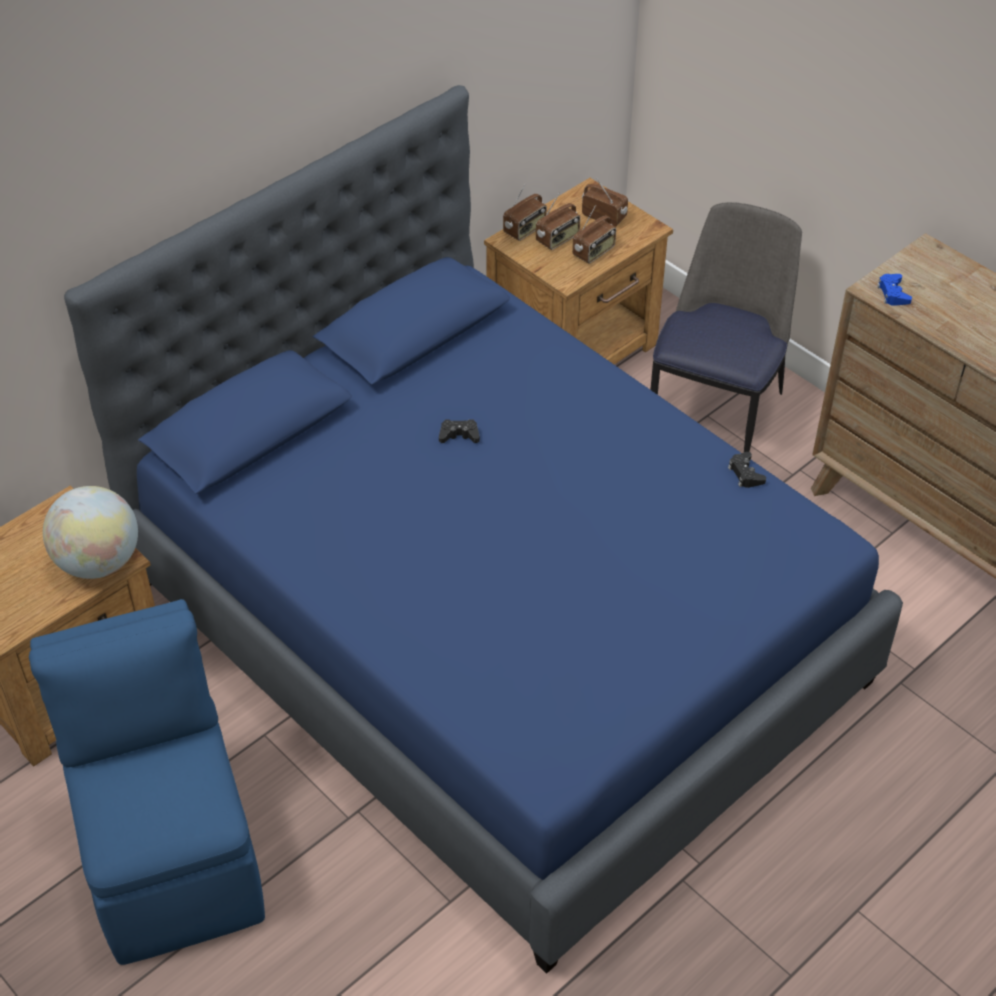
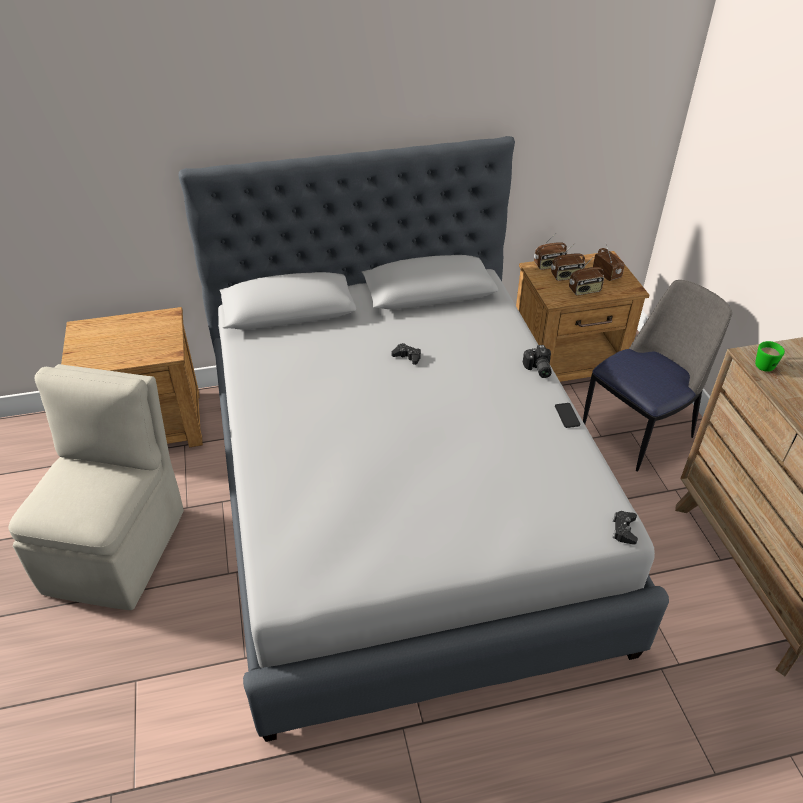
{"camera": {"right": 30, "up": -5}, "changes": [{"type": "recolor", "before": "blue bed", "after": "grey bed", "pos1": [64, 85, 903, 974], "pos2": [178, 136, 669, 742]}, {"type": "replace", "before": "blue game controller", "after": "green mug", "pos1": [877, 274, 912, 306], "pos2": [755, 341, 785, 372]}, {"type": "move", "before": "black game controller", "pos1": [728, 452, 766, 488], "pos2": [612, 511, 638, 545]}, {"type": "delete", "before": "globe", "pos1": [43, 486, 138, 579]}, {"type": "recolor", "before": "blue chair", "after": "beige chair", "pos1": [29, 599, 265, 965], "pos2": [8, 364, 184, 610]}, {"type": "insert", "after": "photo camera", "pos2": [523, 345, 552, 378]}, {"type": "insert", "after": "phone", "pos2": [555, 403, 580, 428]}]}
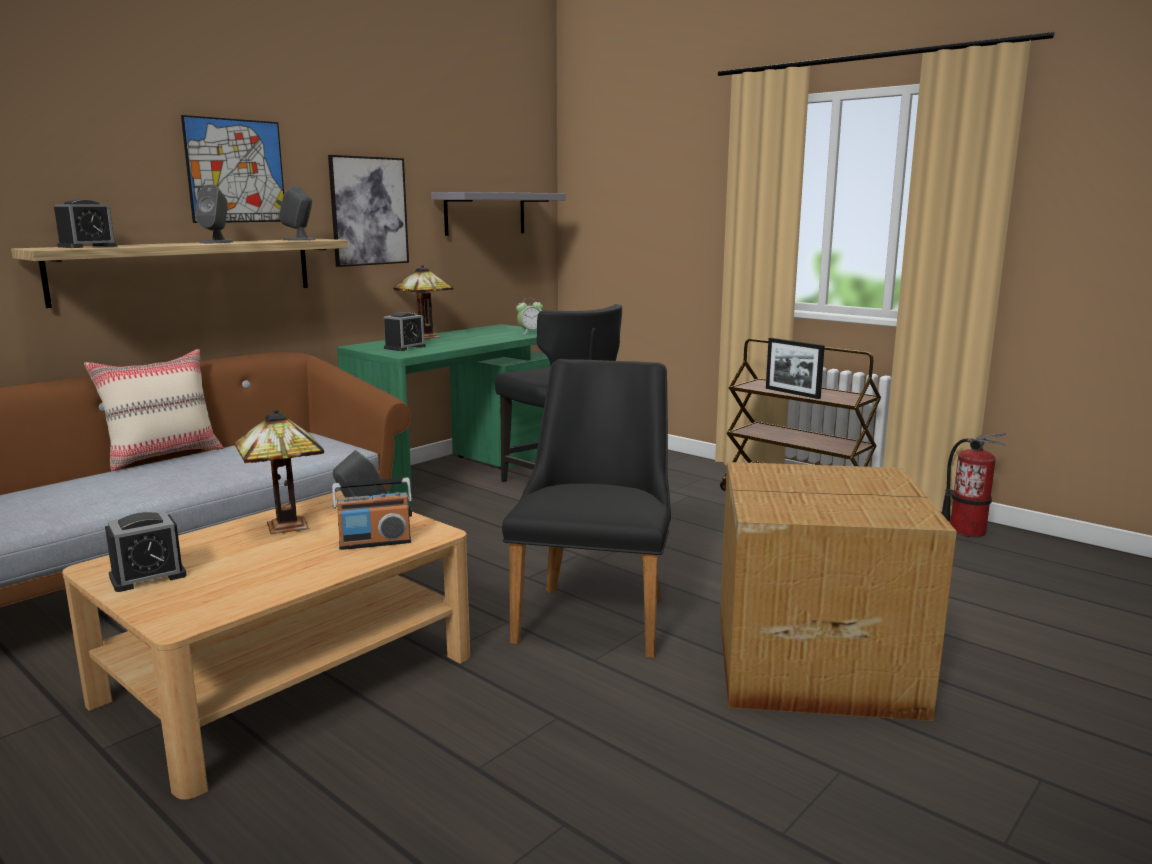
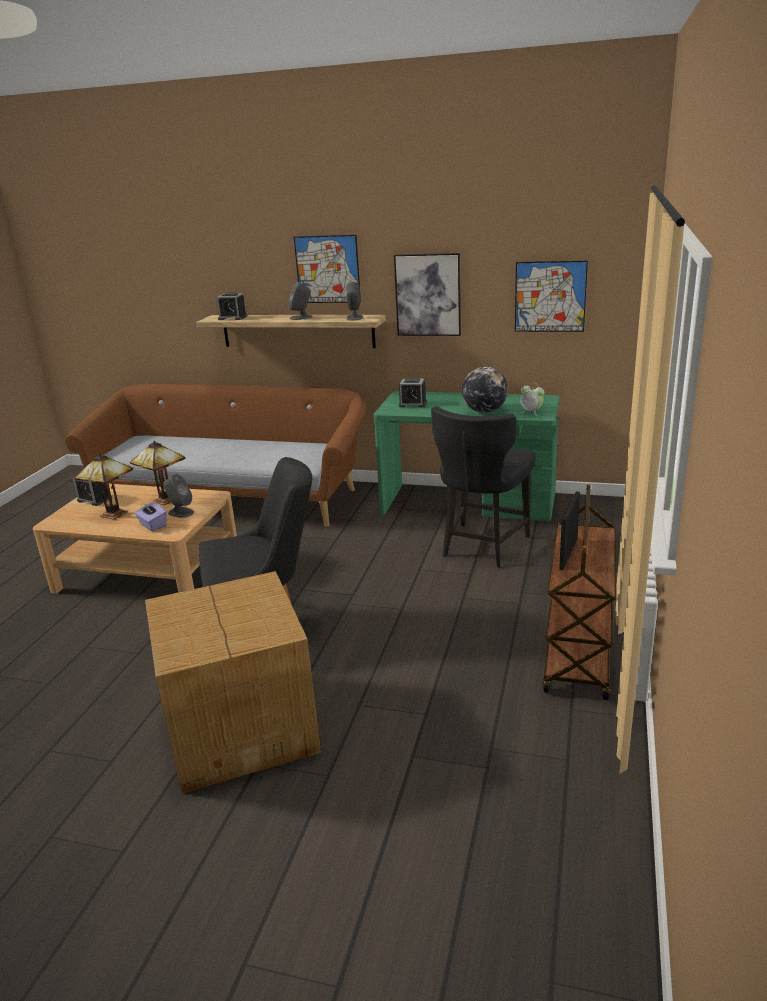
{"camera": {"right": 65, "up": 10}, "changes": [{"type": "replace", "before": "grey shelf", "after": "picture", "pos1": [431, 192, 566, 236], "pos2": [515, 261, 588, 332]}, {"type": "move", "before": "table lamp", "pos1": [393, 265, 453, 339], "pos2": [74, 454, 133, 520]}, {"type": "delete", "before": "beige pillow", "pos1": [84, 349, 223, 471]}, {"type": "delete", "before": "fire extinguisher", "pos1": [942, 433, 1006, 537]}, {"type": "replace", "before": "radio", "after": "purple tissue box", "pos1": [332, 478, 412, 550], "pos2": [135, 501, 167, 531]}, {"type": "insert", "after": "globe", "pos2": [462, 367, 508, 413]}]}
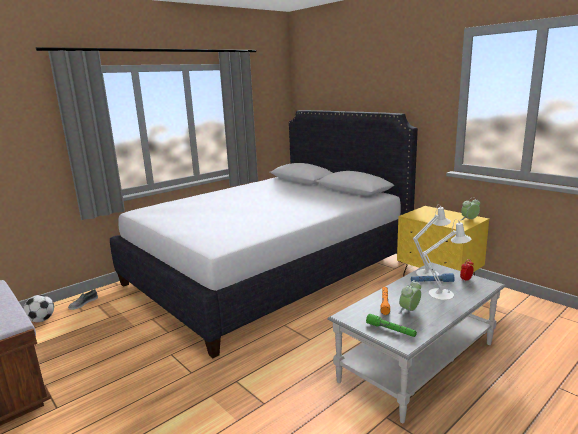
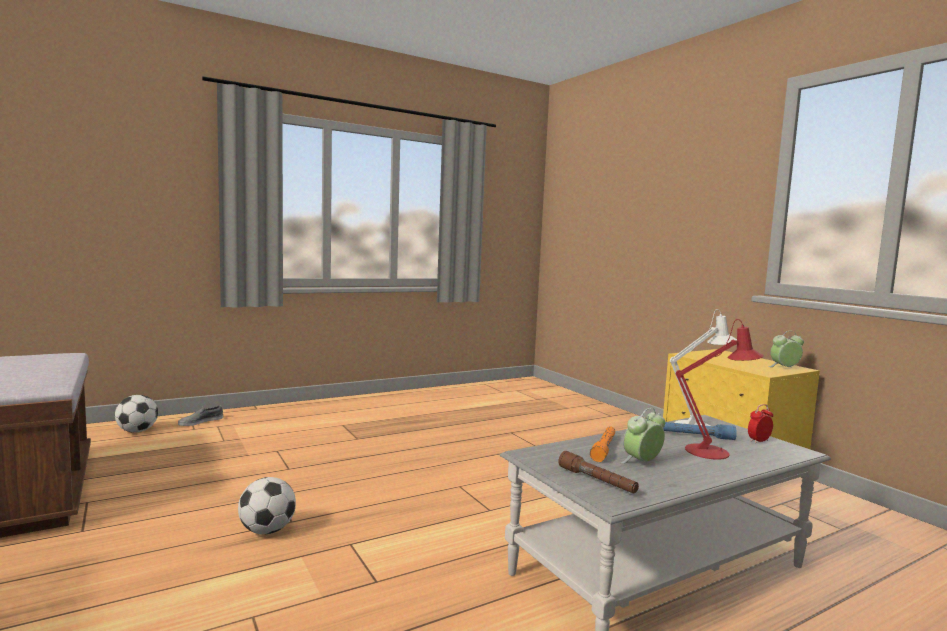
{"camera": {"right": 10, "up": -10}, "changes": [{"type": "delete", "before": "white bed", "pos1": [110, 110, 418, 358]}, {"type": "recolor", "before": "white table lamp", "after": "red table lamp", "pos1": [422, 219, 471, 300], "pos2": [676, 319, 764, 460]}, {"type": "recolor", "before": "green flashlight", "after": "brown flashlight", "pos1": [366, 314, 417, 337], "pos2": [558, 451, 639, 494]}, {"type": "insert", "after": "football", "pos2": [238, 477, 296, 535]}]}
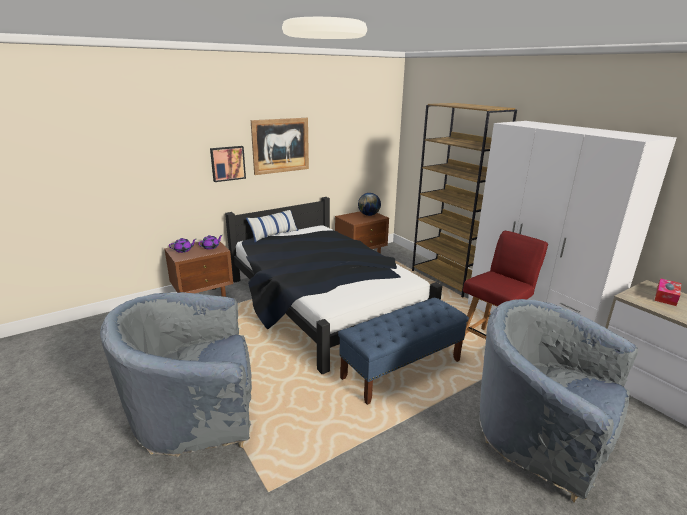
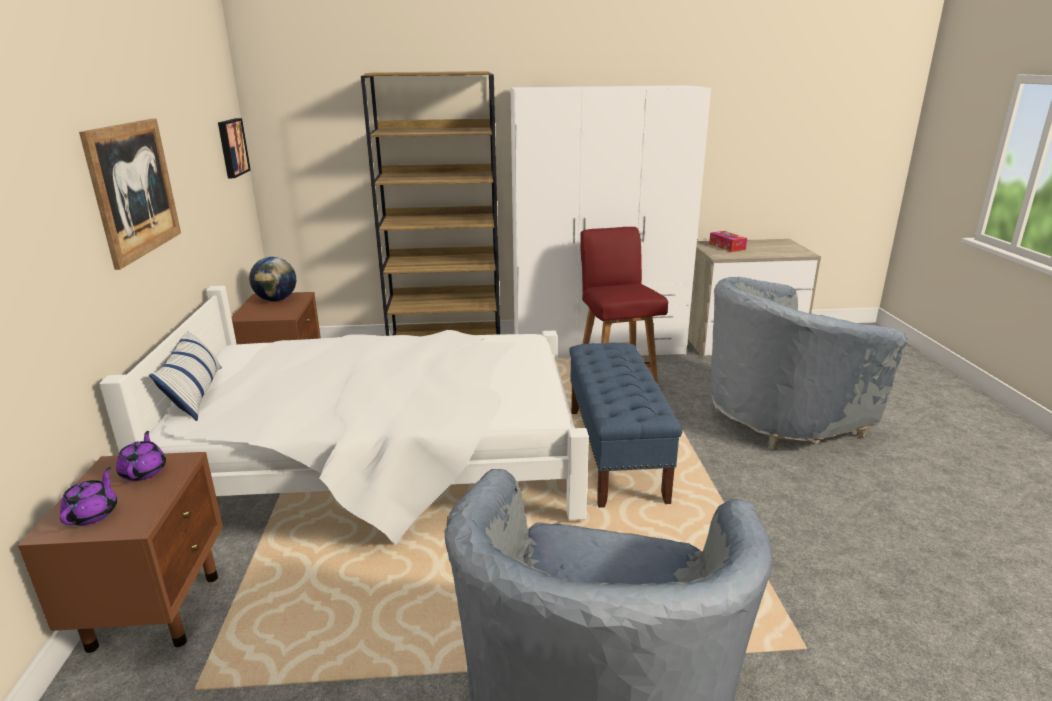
{"camera": {"right": -60, "up": 0}, "changes": [{"type": "move", "before": "picture", "pos1": [210, 146, 246, 182], "pos2": [218, 118, 251, 178]}, {"type": "recolor", "before": "black bed", "after": "white bed", "pos1": [225, 197, 442, 374], "pos2": [99, 286, 589, 545]}]}
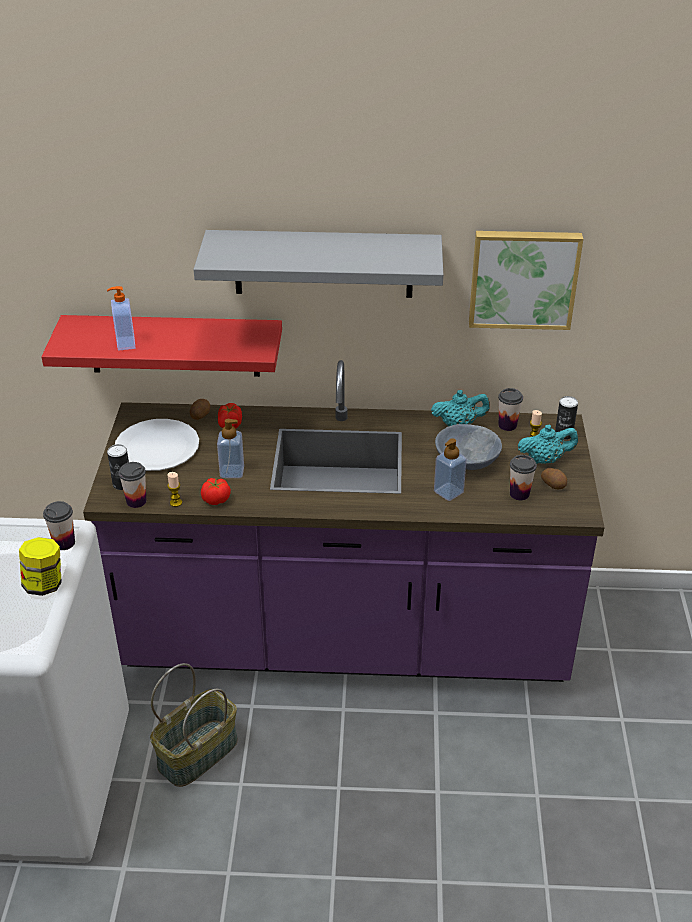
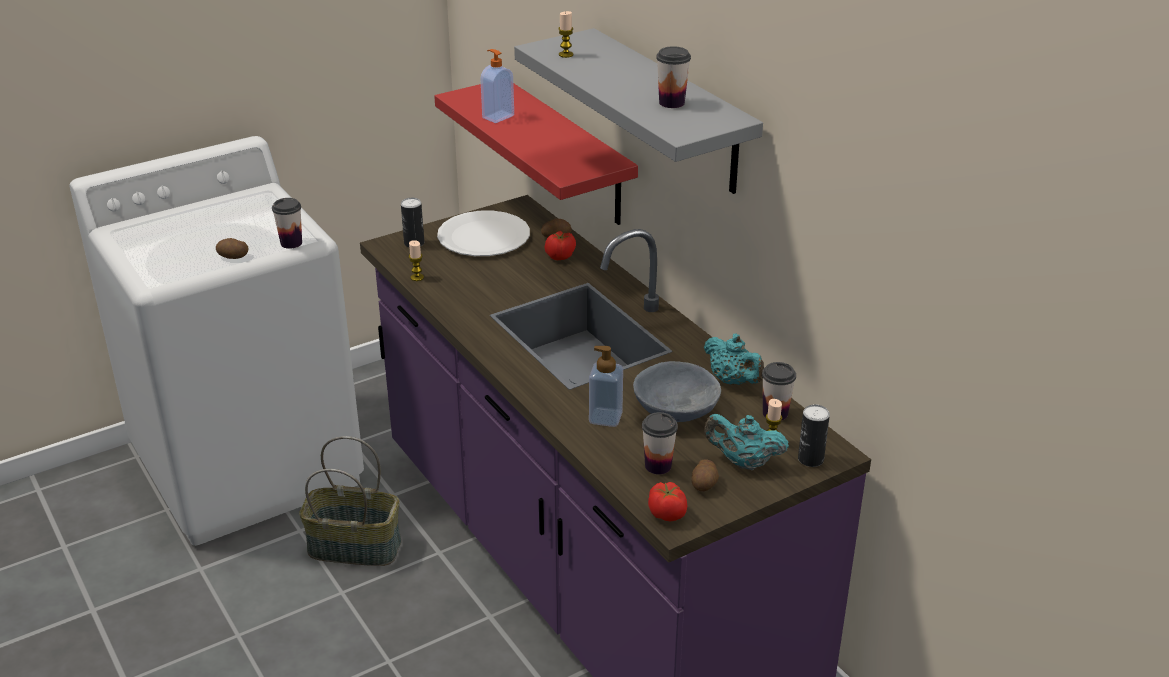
{"camera": {"right": 55, "up": -5}, "changes": [{"type": "delete", "before": "picture", "pos1": [469, 231, 583, 330]}, {"type": "delete", "before": "soap dispenser", "pos1": [217, 419, 244, 478]}, {"type": "rotate", "before": "turquoise teapot", "pos1": [518, 424, 578, 464], "pos2": [704, 414, 789, 470], "turn": 150}, {"type": "move", "before": "cup", "pos1": [118, 462, 146, 508], "pos2": [656, 46, 691, 108]}, {"type": "move", "before": "tomato", "pos1": [201, 478, 231, 505], "pos2": [648, 482, 687, 521]}, {"type": "replace", "before": "jar", "after": "potato", "pos1": [19, 537, 62, 596], "pos2": [216, 238, 249, 259]}, {"type": "insert", "after": "candle", "pos2": [558, 11, 573, 58]}]}
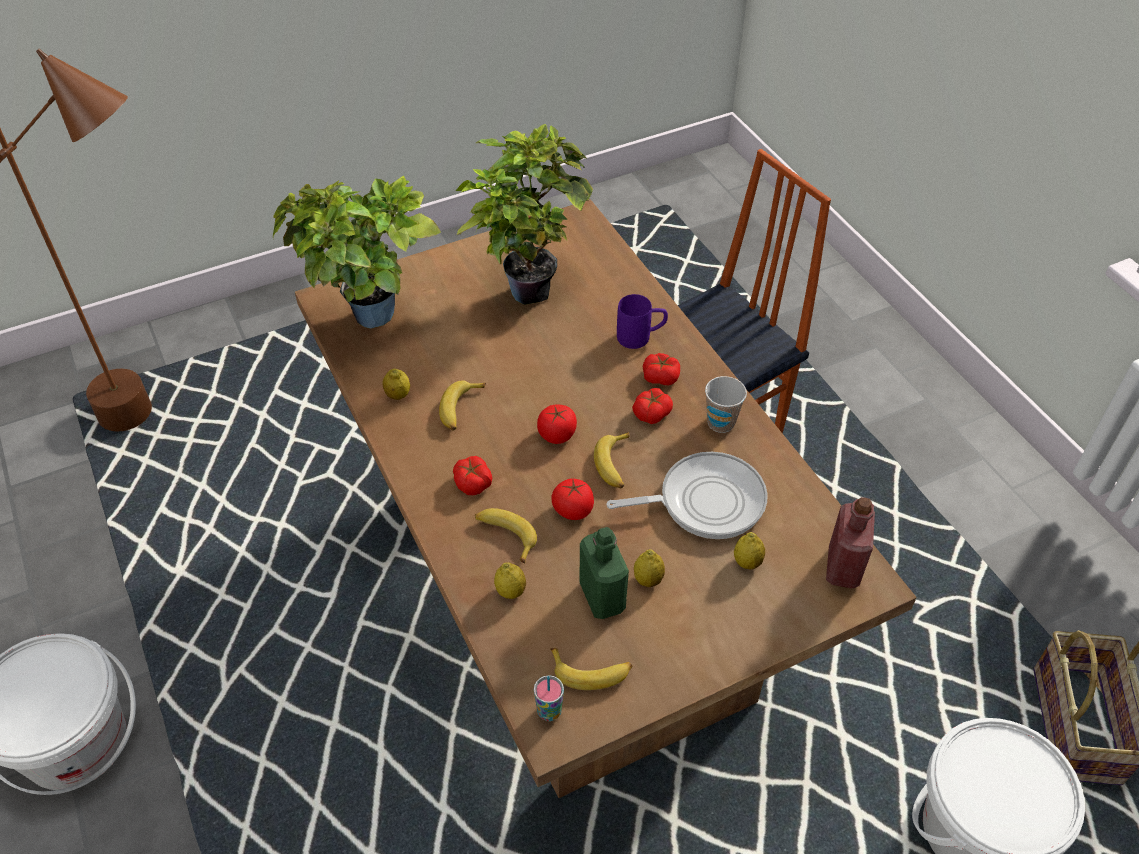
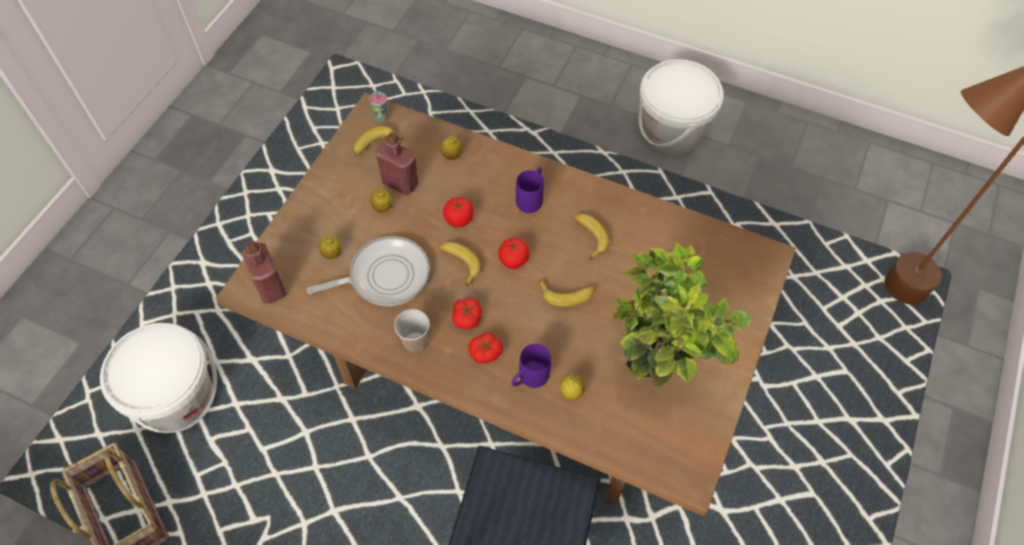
{"camera": {"right": 140, "up": 10}, "changes": [{"type": "delete", "before": "potted plant", "pos1": [273, 176, 441, 329]}, {"type": "move", "before": "lemon", "pos1": [383, 368, 410, 400], "pos2": [560, 374, 585, 400]}, {"type": "rotate", "before": "frying pan", "pos1": [607, 452, 767, 539], "pos2": [307, 236, 429, 306], "turn": -150}, {"type": "replace", "before": "tomato", "after": "purple mug", "pos1": [453, 456, 493, 495], "pos2": [516, 166, 544, 213]}, {"type": "move", "before": "banana", "pos1": [475, 508, 537, 564], "pos2": [538, 280, 595, 307]}, {"type": "recolor", "before": "green bottle", "after": "red bottle", "pos1": [579, 527, 629, 619], "pos2": [376, 132, 418, 195]}]}
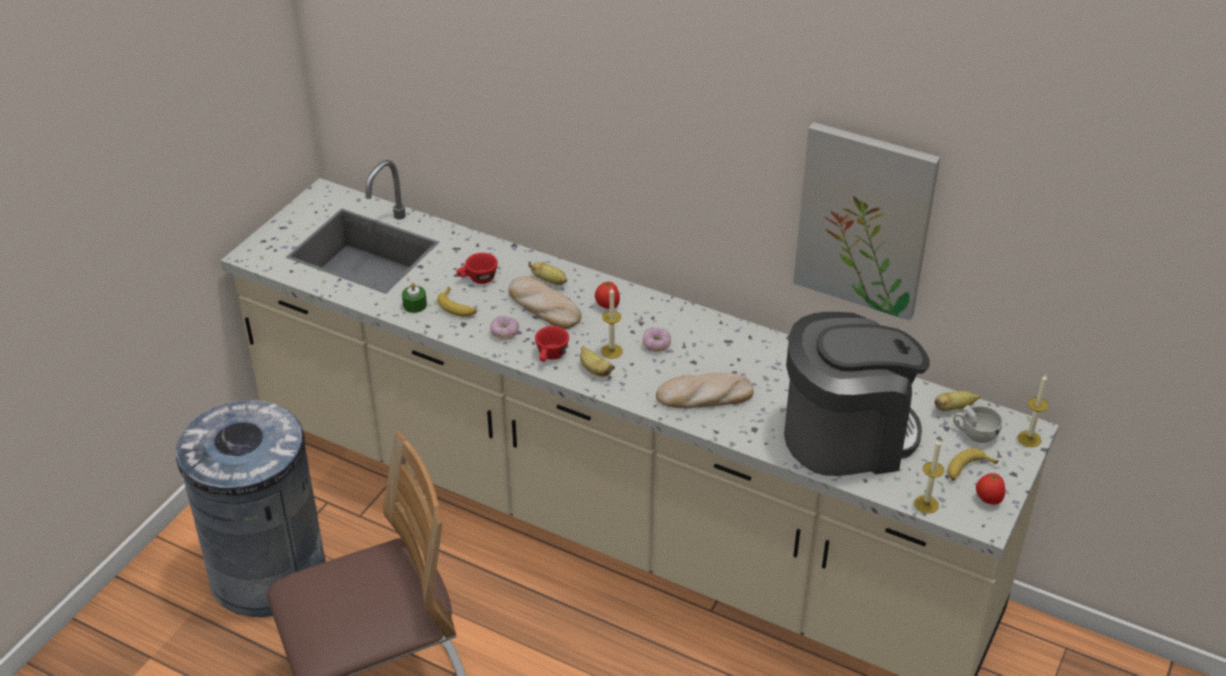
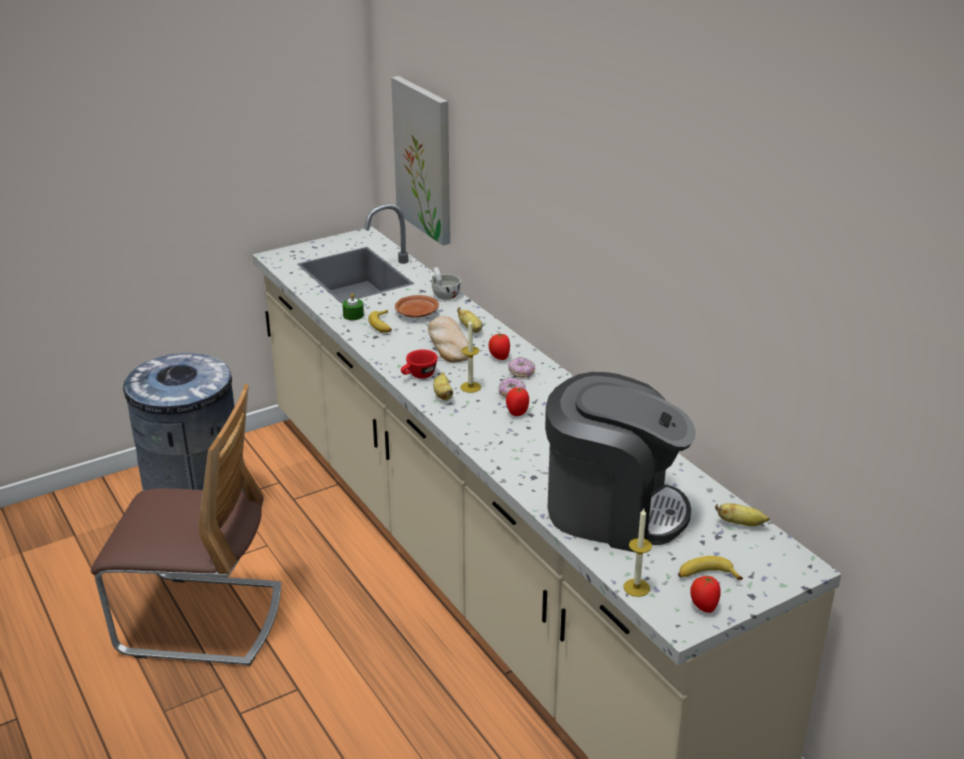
{"camera": {"right": 30, "up": -10}, "changes": [{"type": "move", "before": "picture", "pos1": [793, 122, 940, 321], "pos2": [391, 76, 450, 246]}, {"type": "replace", "before": "red cup", "after": "brown plate", "pos1": [456, 253, 498, 284], "pos2": [395, 295, 439, 318]}, {"type": "move", "before": "donut", "pos1": [490, 316, 519, 340], "pos2": [508, 357, 535, 378]}, {"type": "delete", "before": "bread", "pos1": [656, 373, 754, 408]}, {"type": "delete", "before": "candle", "pos1": [1017, 374, 1049, 447]}, {"type": "move", "before": "white cup", "pos1": [953, 405, 1003, 443], "pos2": [432, 267, 461, 300]}, {"type": "insert", "after": "tomato", "pos2": [506, 387, 529, 416]}]}
